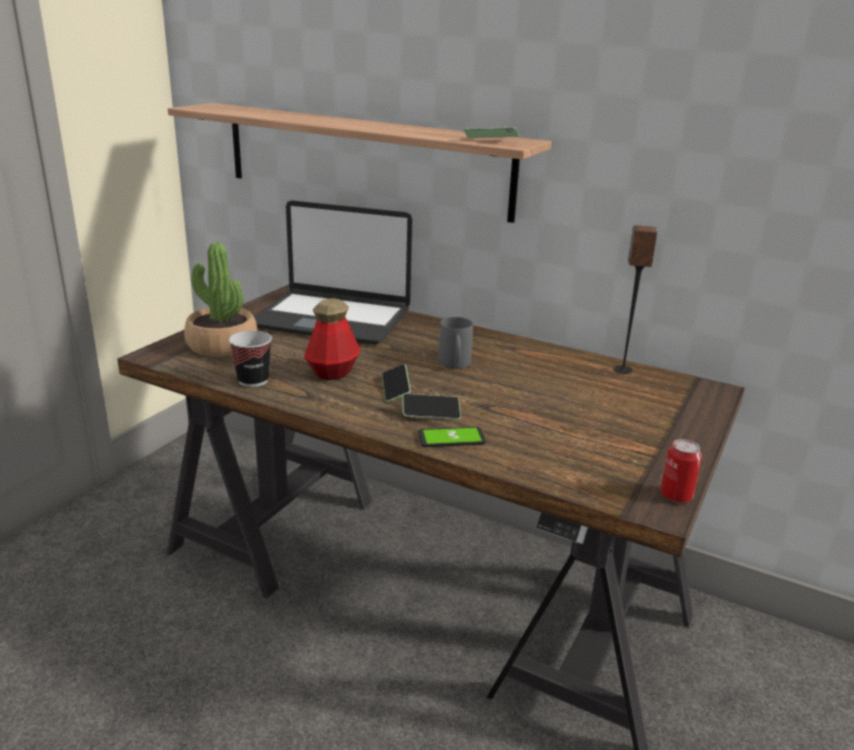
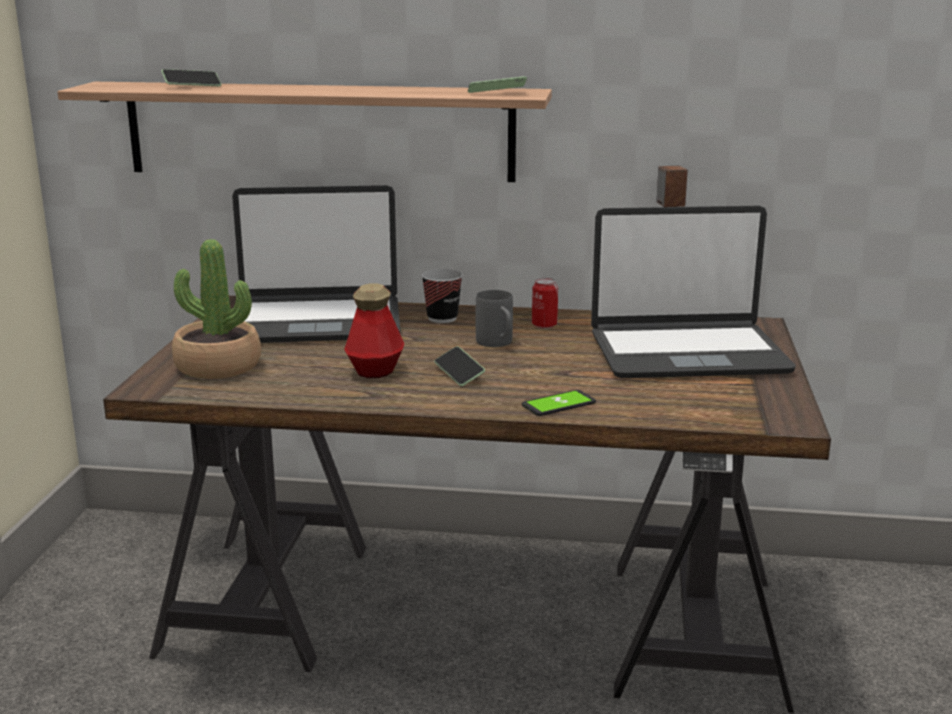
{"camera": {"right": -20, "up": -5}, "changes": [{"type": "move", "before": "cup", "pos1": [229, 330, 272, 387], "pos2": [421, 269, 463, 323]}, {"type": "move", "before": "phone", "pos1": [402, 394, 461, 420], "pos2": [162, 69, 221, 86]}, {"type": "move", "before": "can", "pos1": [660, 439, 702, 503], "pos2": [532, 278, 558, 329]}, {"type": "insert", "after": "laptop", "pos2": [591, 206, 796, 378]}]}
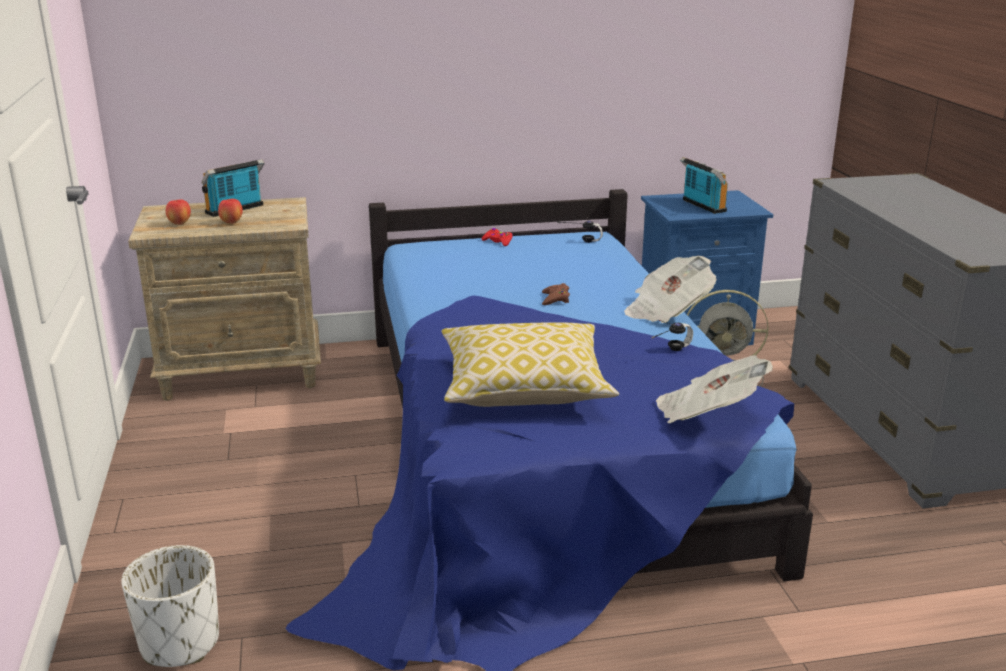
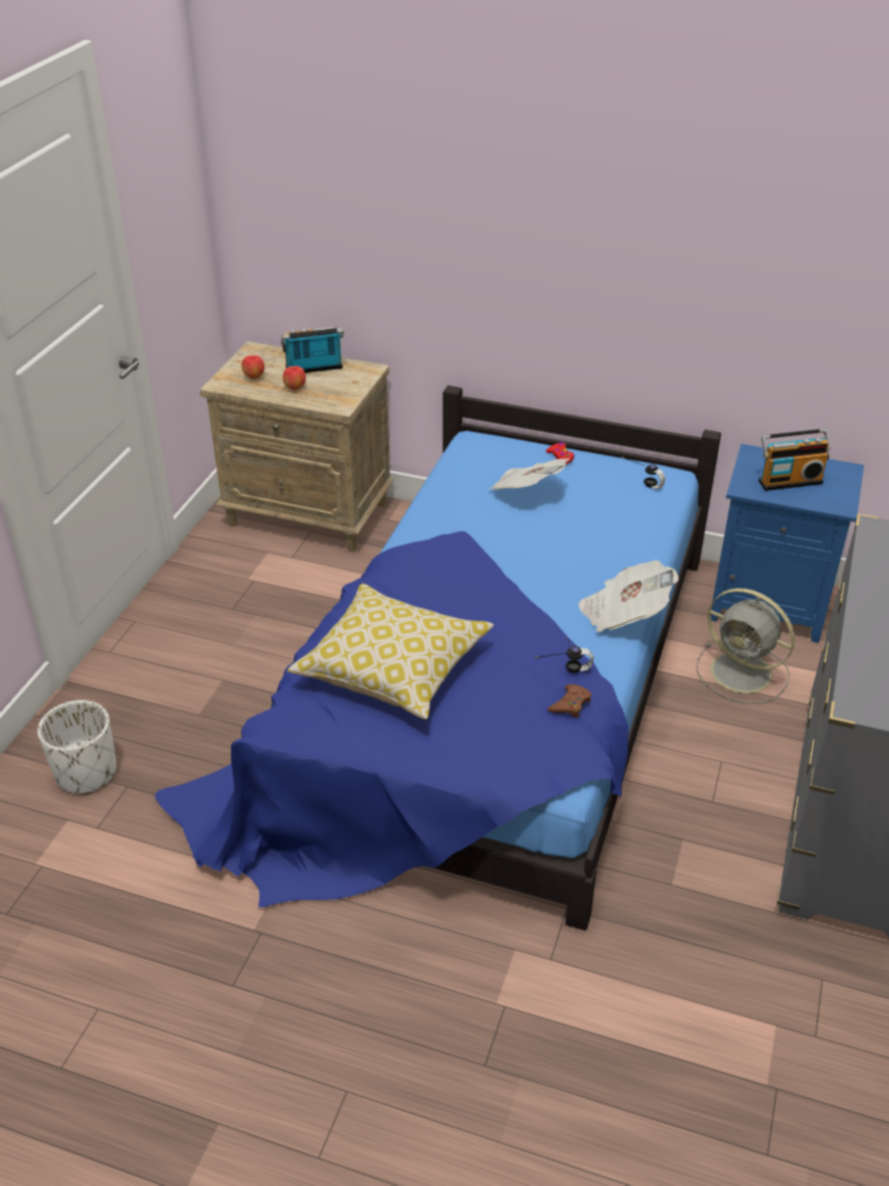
{"camera": {"right": 30, "up": 15}, "changes": [{"type": "rotate", "before": "radio", "pos1": [680, 157, 728, 214], "pos2": [759, 429, 831, 491], "turn": 75}, {"type": "move", "before": "brown game controller", "pos1": [542, 283, 570, 305], "pos2": [547, 684, 591, 718]}, {"type": "move", "before": "newspaper", "pos1": [656, 355, 773, 423], "pos2": [489, 458, 570, 490]}]}
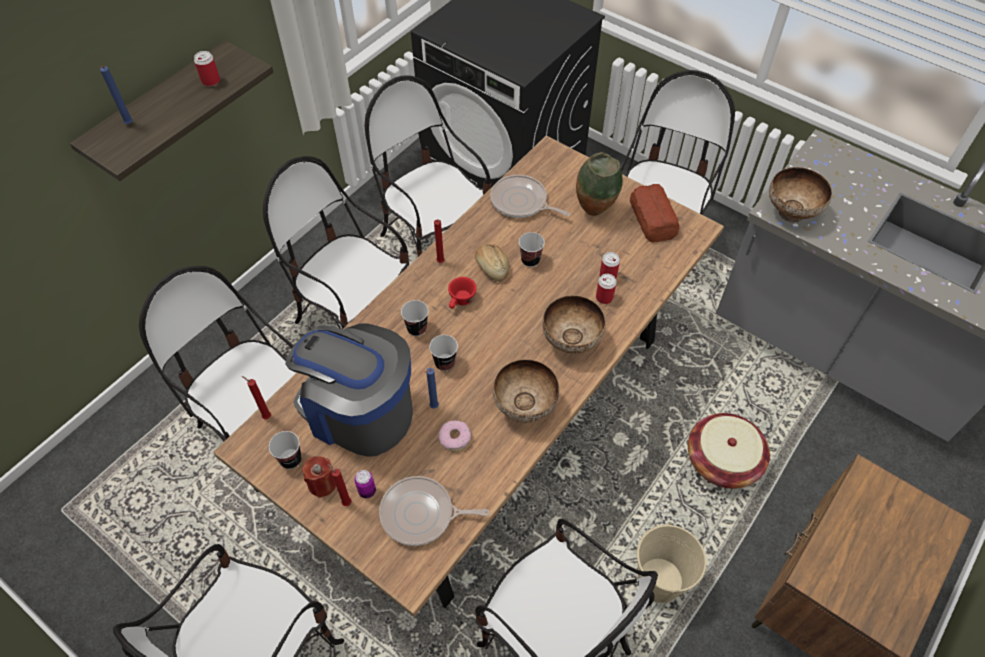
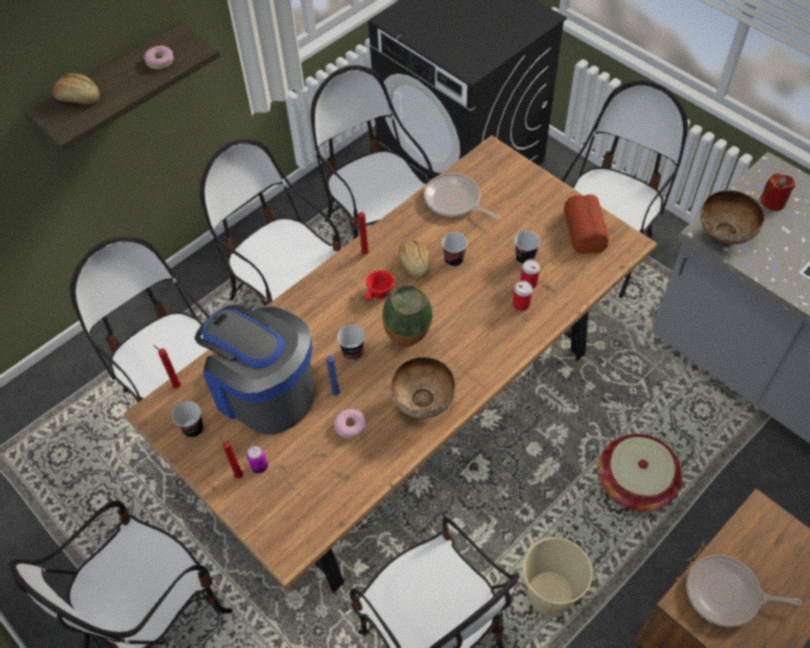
{"camera": {"right": 10, "up": 0}, "changes": [{"type": "replace", "before": "can", "after": "donut", "pos1": [194, 51, 220, 86], "pos2": [144, 45, 174, 69]}, {"type": "replace", "before": "blue candle", "after": "bread", "pos1": [100, 66, 133, 124], "pos2": [53, 73, 100, 104]}, {"type": "move", "before": "vase", "pos1": [576, 152, 623, 216], "pos2": [382, 284, 433, 347]}, {"type": "delete", "before": "bowl", "pos1": [542, 295, 606, 353]}, {"type": "move", "before": "cup", "pos1": [401, 300, 429, 336], "pos2": [515, 231, 541, 265]}, {"type": "move", "before": "red candle", "pos1": [302, 456, 336, 498], "pos2": [760, 173, 795, 211]}, {"type": "move", "before": "frying pan", "pos1": [379, 476, 490, 546], "pos2": [686, 555, 802, 627]}]}
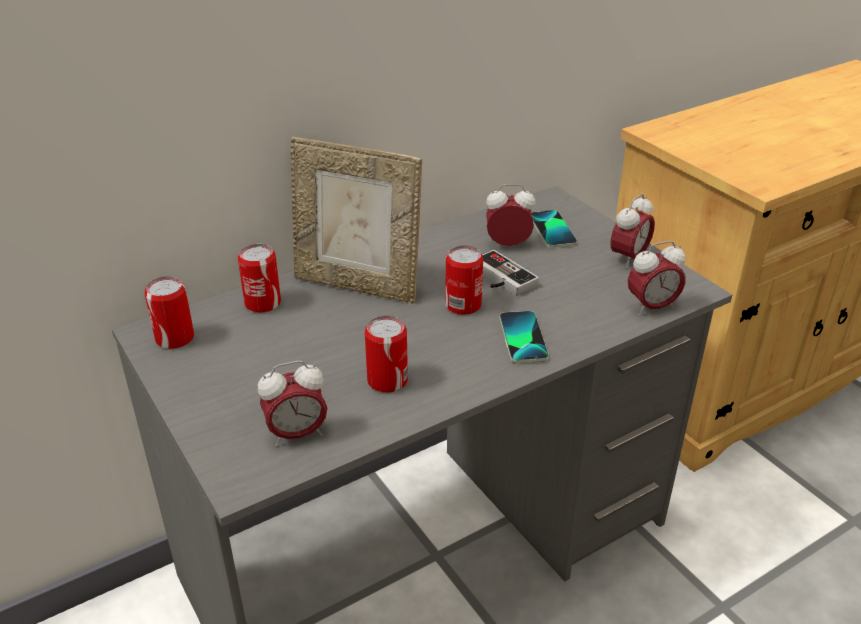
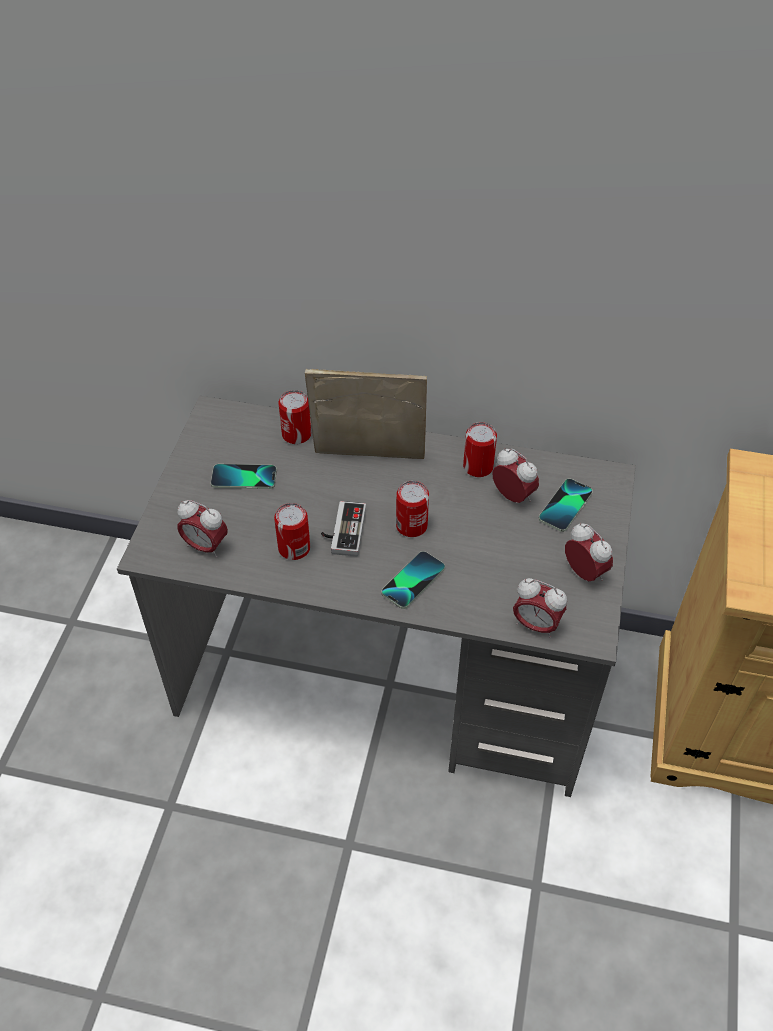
{"camera": {"right": 45, "up": 15}, "changes": [{"type": "rotate", "before": "picture frame", "pos1": [291, 137, 422, 304], "pos2": [305, 369, 427, 459], "turn": 120}, {"type": "rotate", "before": "alarm clock", "pos1": [611, 194, 655, 269], "pos2": [565, 523, 613, 582], "turn": -120}, {"type": "move", "before": "game controller", "pos1": [482, 250, 539, 296], "pos2": [321, 501, 366, 556]}, {"type": "move", "before": "can", "pos1": [144, 276, 194, 349], "pos2": [463, 422, 497, 477]}, {"type": "insert", "after": "phone", "pos2": [211, 464, 277, 489]}]}
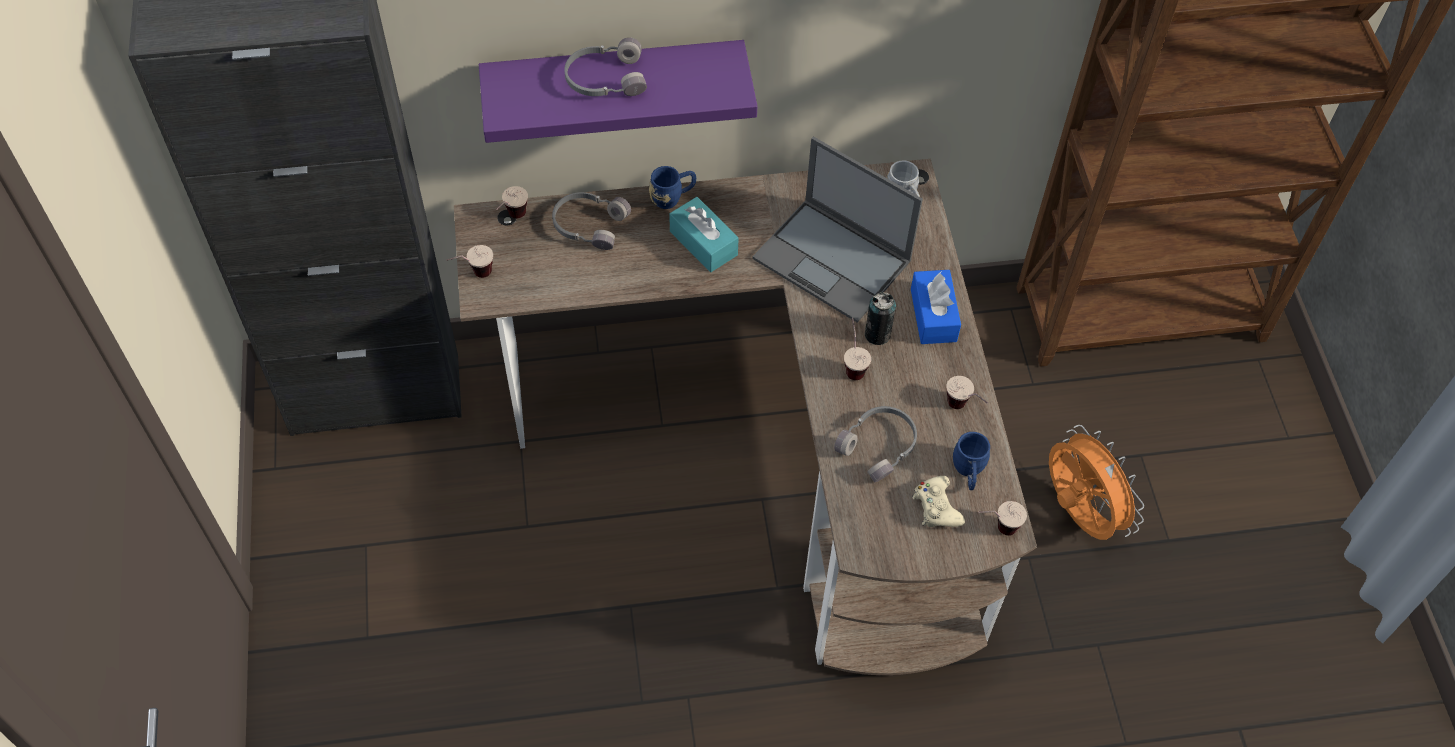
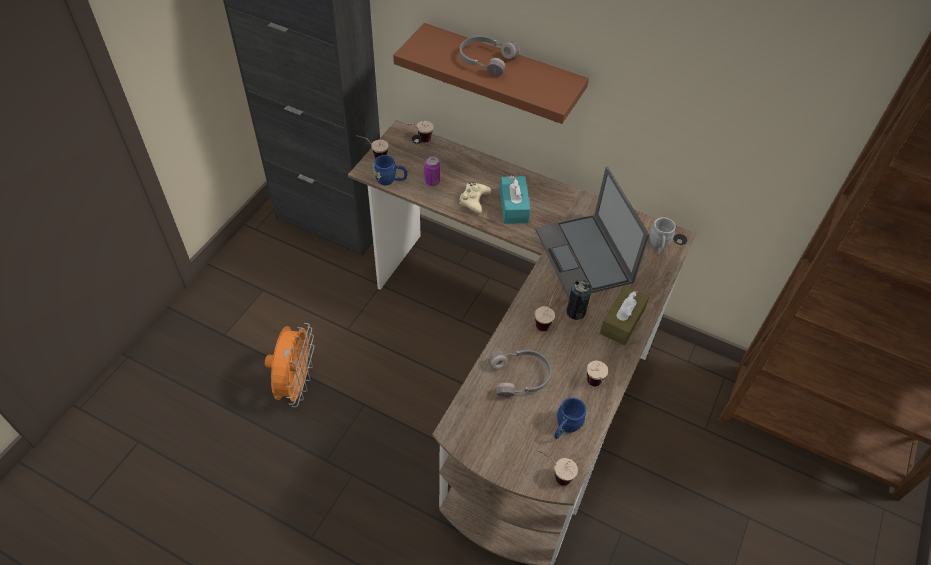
{"camera": {"right": 35, "up": -5}, "changes": [{"type": "recolor", "before": "purple shelf", "after": "brown shelf", "pos1": [479, 40, 757, 143], "pos2": [393, 23, 589, 124]}, {"type": "move", "before": "blue mug", "pos1": [649, 166, 696, 209], "pos2": [373, 155, 407, 185]}, {"type": "delete", "before": "grey headphones", "pos1": [552, 192, 631, 250]}, {"type": "recolor", "before": "blue tissue box", "after": "brown tissue box", "pos1": [911, 270, 961, 344], "pos2": [600, 286, 649, 345]}, {"type": "move", "before": "orange fan", "pos1": [1049, 425, 1144, 540], "pos2": [265, 323, 314, 407]}, {"type": "move", "before": "beige game controller", "pos1": [912, 476, 965, 527], "pos2": [459, 182, 491, 214]}, {"type": "insert", "after": "can", "pos2": [424, 156, 440, 186]}]}
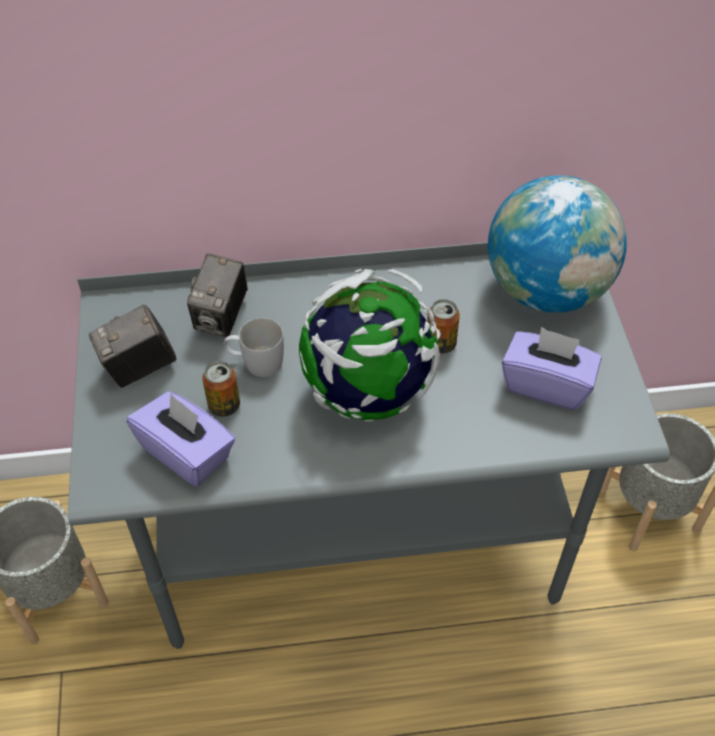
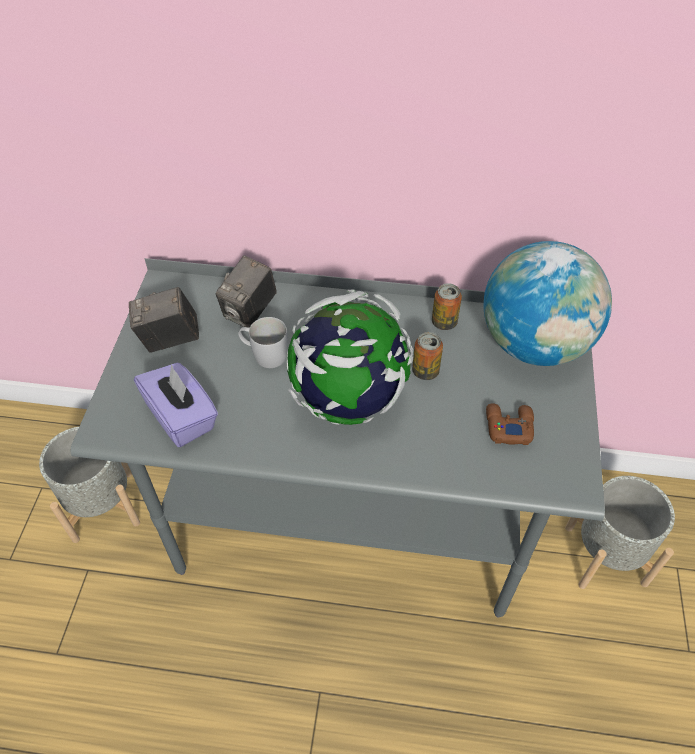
{"camera": {"right": 15, "up": 0}, "changes": [{"type": "replace", "before": "purple tissue box", "after": "brown game controller", "pos1": [502, 327, 602, 410], "pos2": [486, 403, 534, 445]}, {"type": "move", "before": "can", "pos1": [202, 361, 240, 417], "pos2": [432, 283, 462, 330]}]}
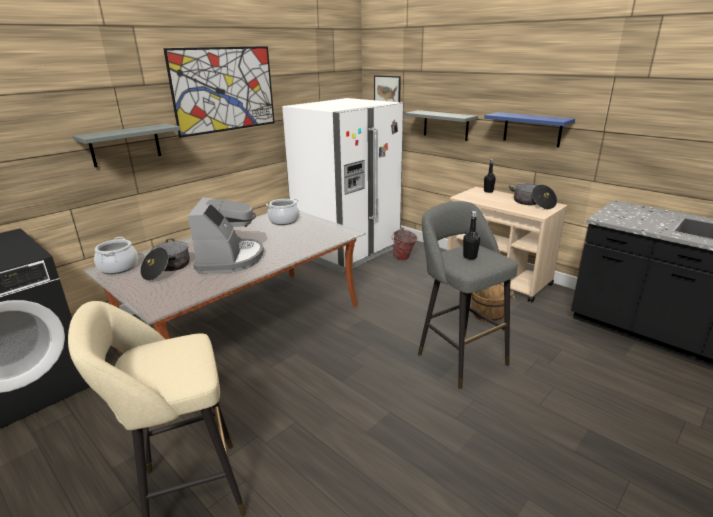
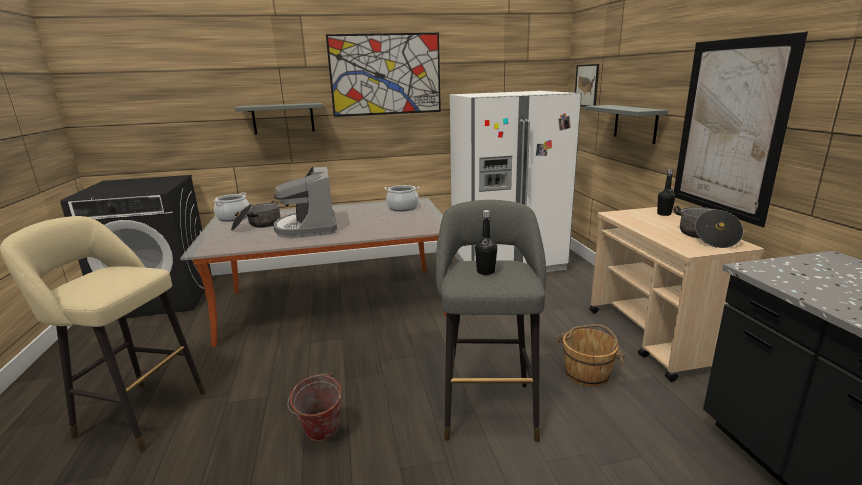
{"camera": {"right": 35, "up": -5}, "changes": [{"type": "replace", "before": "blue shelf", "after": "picture", "pos1": [484, 112, 575, 147], "pos2": [674, 32, 808, 227]}, {"type": "rotate", "before": "coffee machine", "pos1": [188, 197, 264, 273], "pos2": [273, 167, 337, 238], "turn": 135}, {"type": "move", "before": "bucket", "pos1": [392, 228, 417, 260], "pos2": [287, 373, 342, 441]}]}
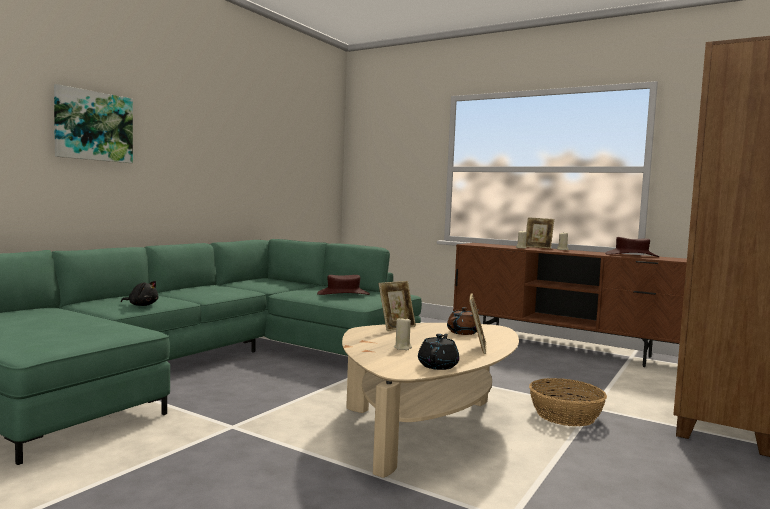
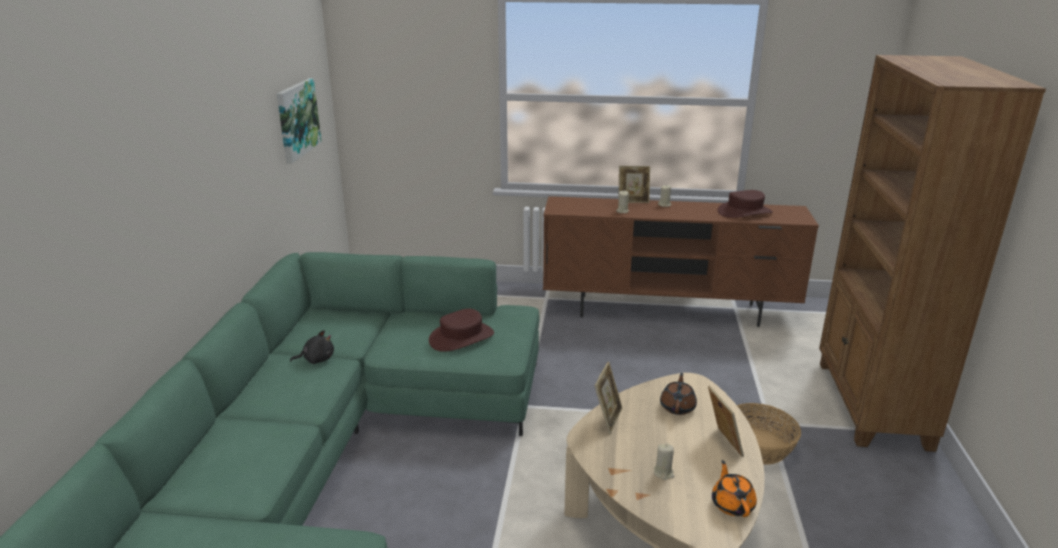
{"camera": {"right": -25, "up": 20}, "changes": [{"type": "move", "before": "picture", "pos1": [54, 84, 133, 163], "pos2": [277, 78, 322, 164]}, {"type": "move", "before": "black plush toy", "pos1": [121, 281, 159, 306], "pos2": [290, 330, 334, 364]}, {"type": "recolor", "before": "black teapot", "after": "orange teapot", "pos1": [418, 334, 460, 370], "pos2": [712, 460, 757, 517]}]}
